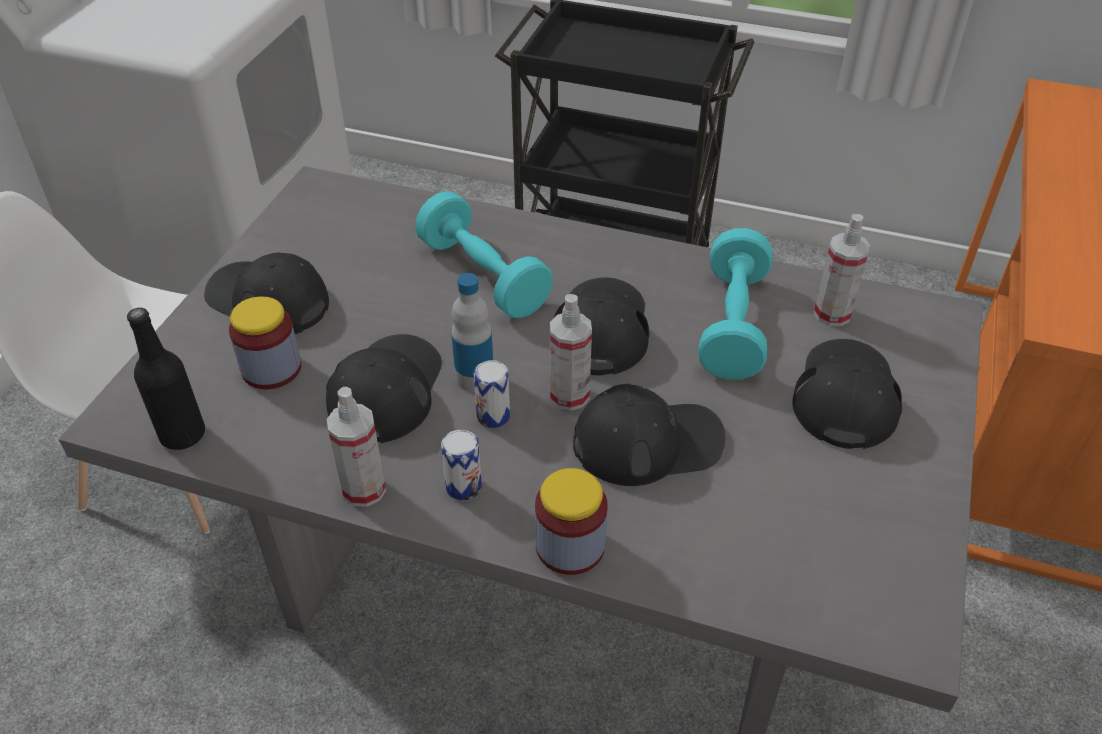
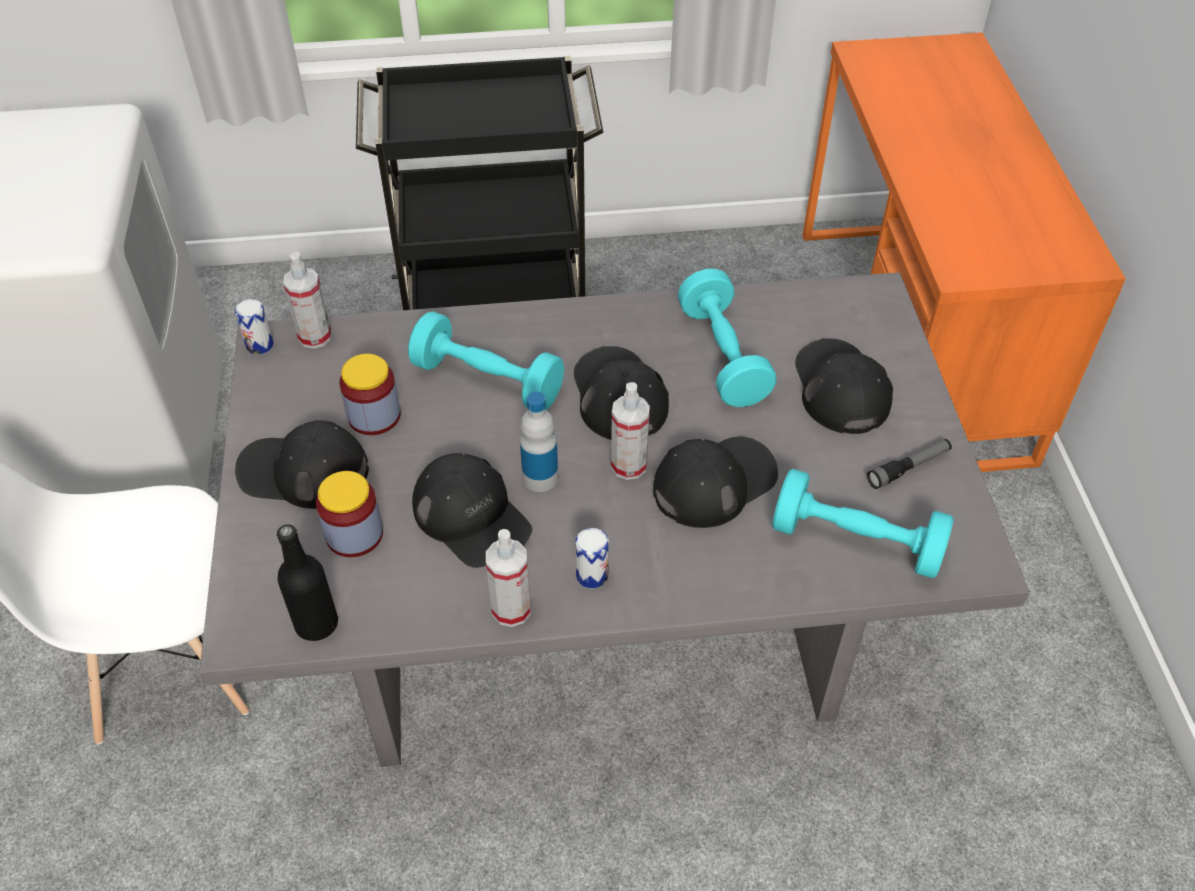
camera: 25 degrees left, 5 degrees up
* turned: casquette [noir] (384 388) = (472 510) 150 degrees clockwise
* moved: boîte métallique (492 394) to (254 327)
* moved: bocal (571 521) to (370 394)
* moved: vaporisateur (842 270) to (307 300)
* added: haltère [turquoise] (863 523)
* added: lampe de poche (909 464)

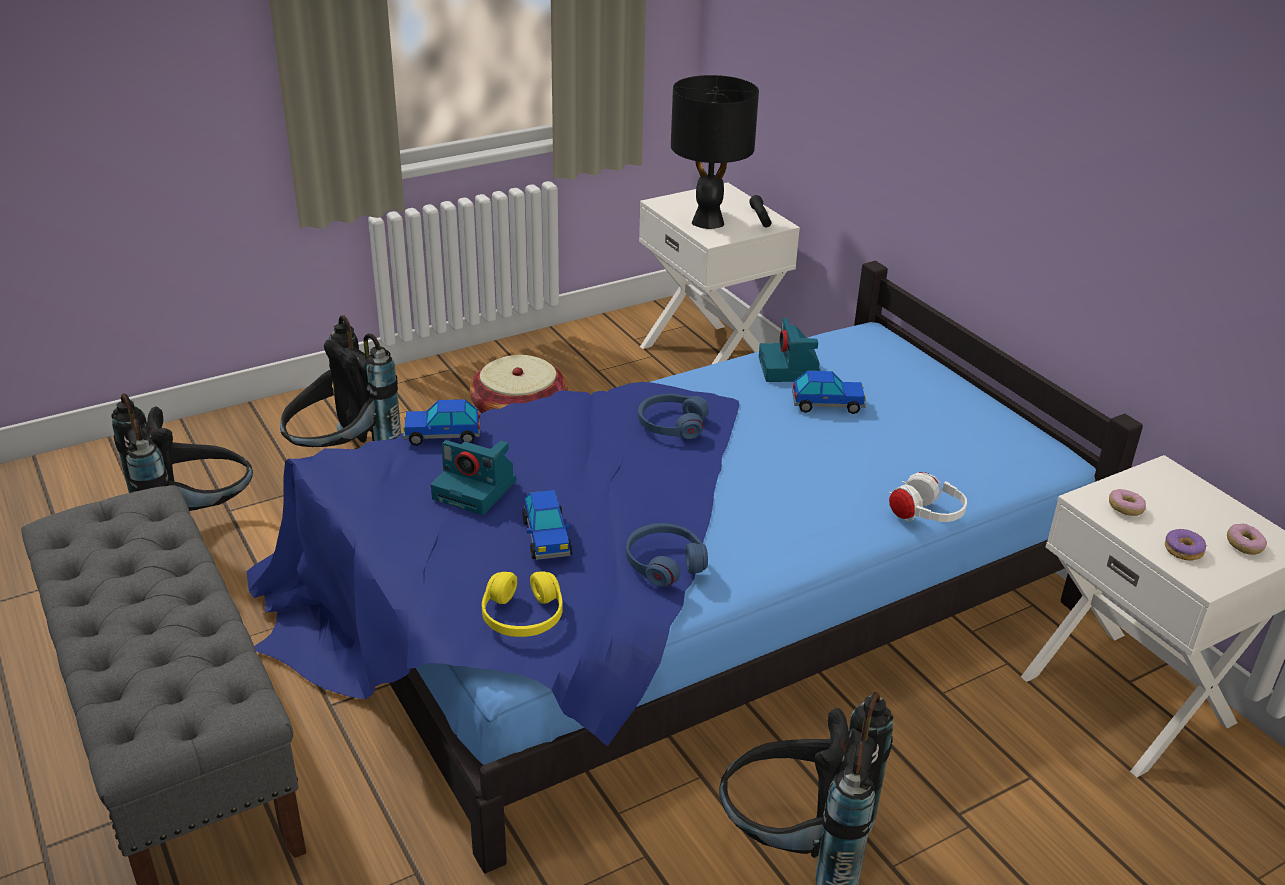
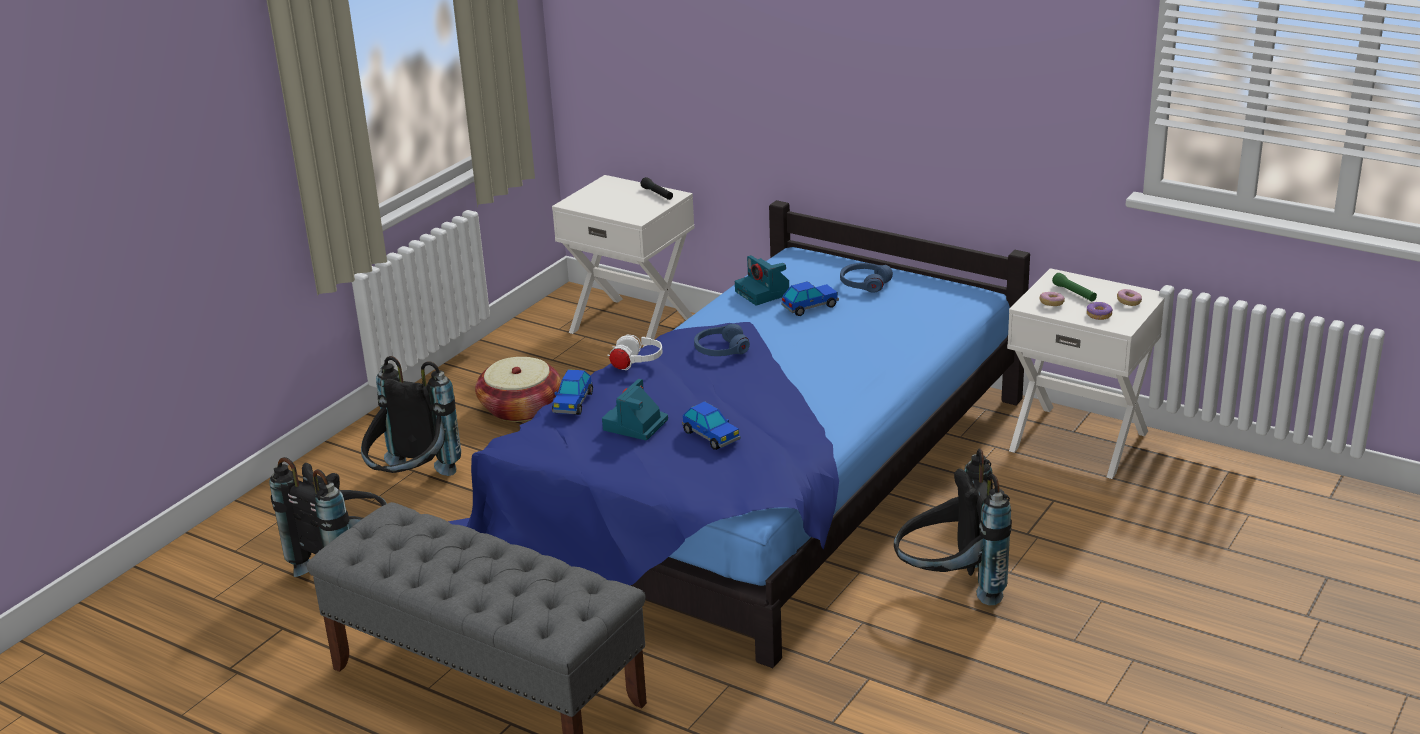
camera: 25 degrees left, 5 degrees down
* turned: petite voiture (441 422) = (572 392) 45 degrees counterclockwise
* turned: appareil photo (473 477) = (635 409) 120 degrees clockwise
* removed: casque audio [jaune] (522 604)
* moved: casque audio [bleu] (667 555) to (866 278)
* removed: lampe de table [noir] (715 152)
* moved: casque audio [blanc] (928 497) to (634 352)
* added: lampe de poche [vert] (1074 287)

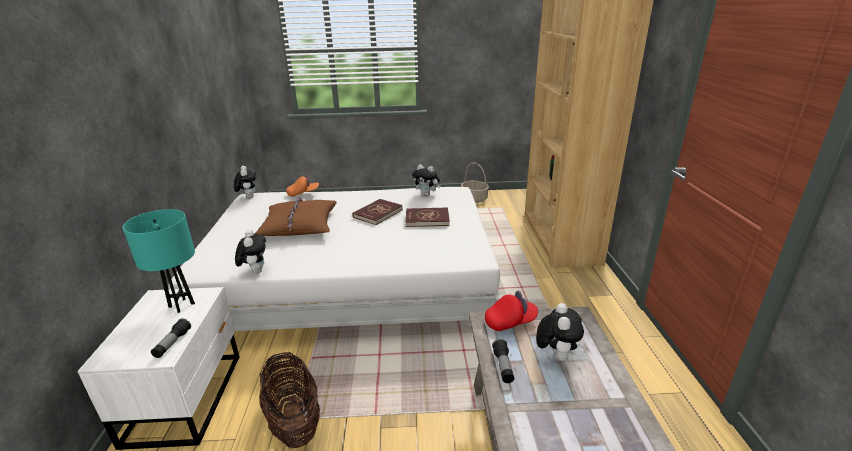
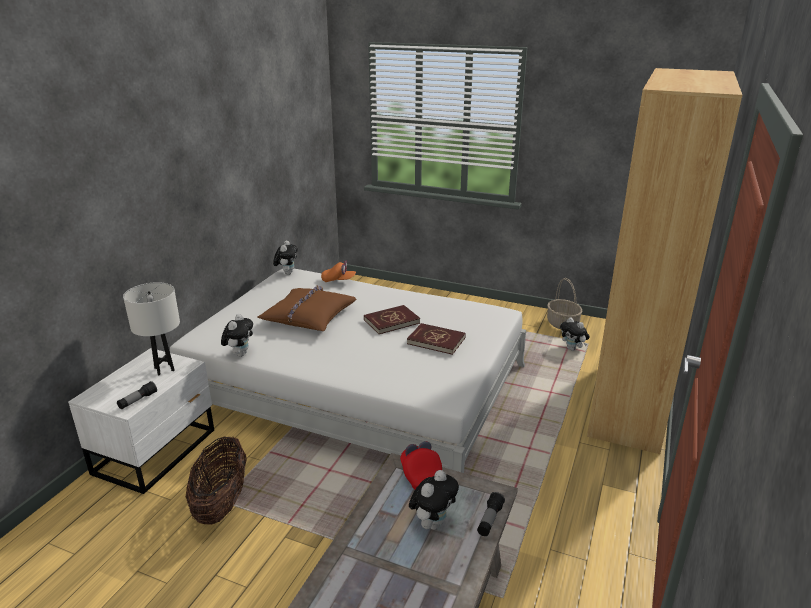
camera: 25 degrees right, 0 degrees up
* recoloured: lampe de table [turquoise] (158 261) to lampe de table [blanc] (151 328)
* moved: peluche (426 180) to (575 334)
* turned: casquette [rouge] (511 311) = (421 465) 120 degrees counterclockwise
* moved: lampe de poche (503 361) to (491 514)

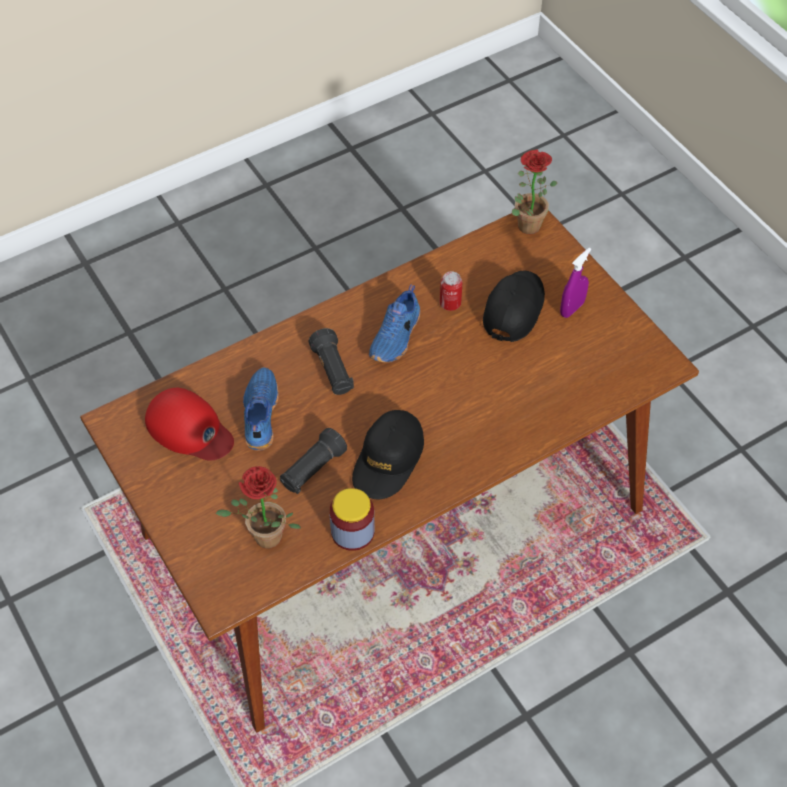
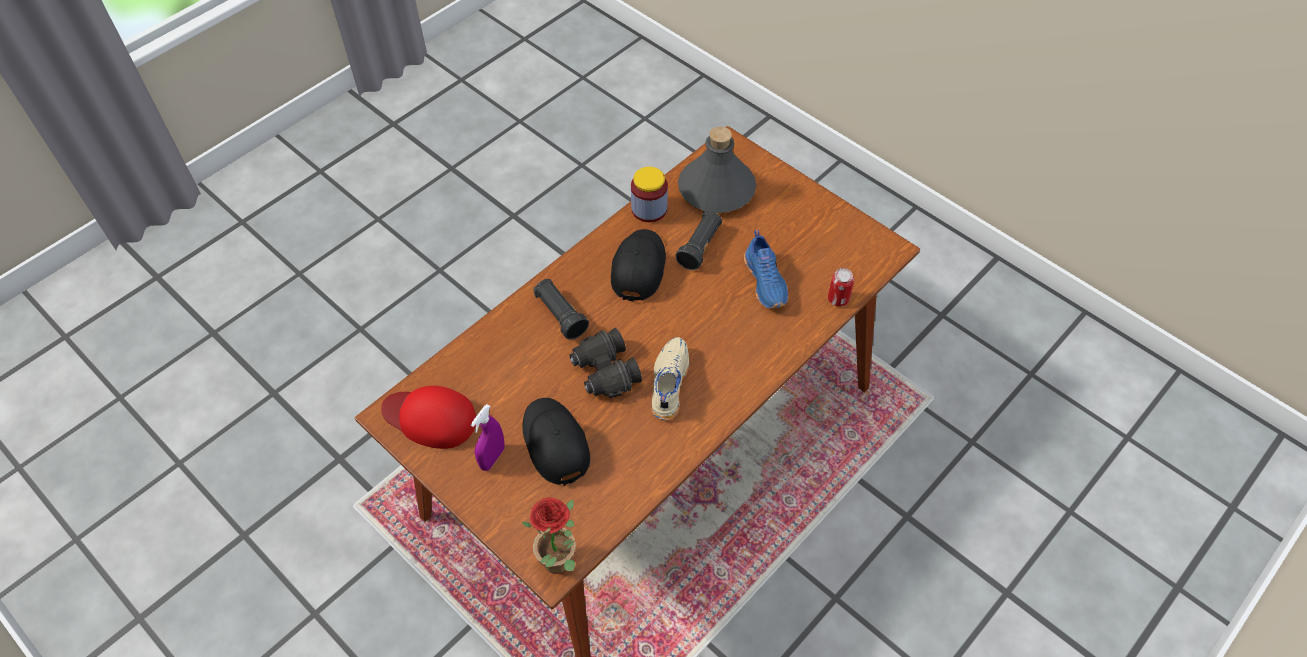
camera: 165 degrees right, 0 degrees up
* moved: casquette [rouge] (189 424) to (428 417)
* replaced: plante en pot (258 507) to bouteille [gris] (717 169)
* moved: lampe de poche [noir] (331 361) to (561 309)
* recoloured: chaussure [bleu] (394 323) to chaussure [beige] (670 378)
* moved: boîte métallique (451 291) to (841 287)
* turned: casquette [noir] (514 306) = (556 442) 150 degrees clockwise
* added: jumelles [noir] (605 363)

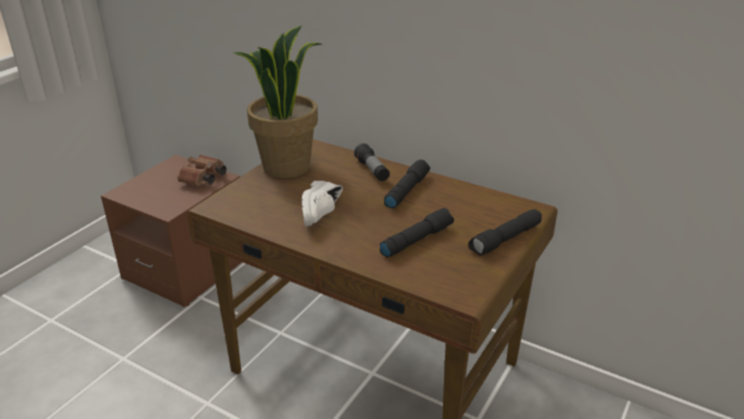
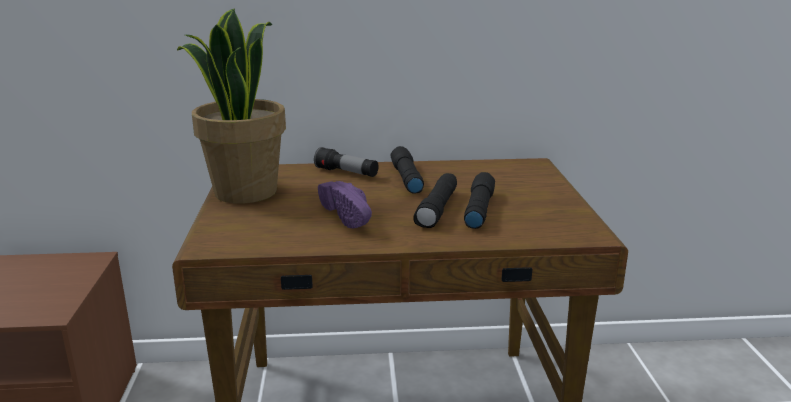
camera: 35 degrees left, 10 degrees down
* removed: jumelles [marron] (202 170)
* recoloured: chaussure [blanc] (322 203) to chaussure [violet] (345 205)
* moved: lampe de poche [noir] (505 232) to (435 200)

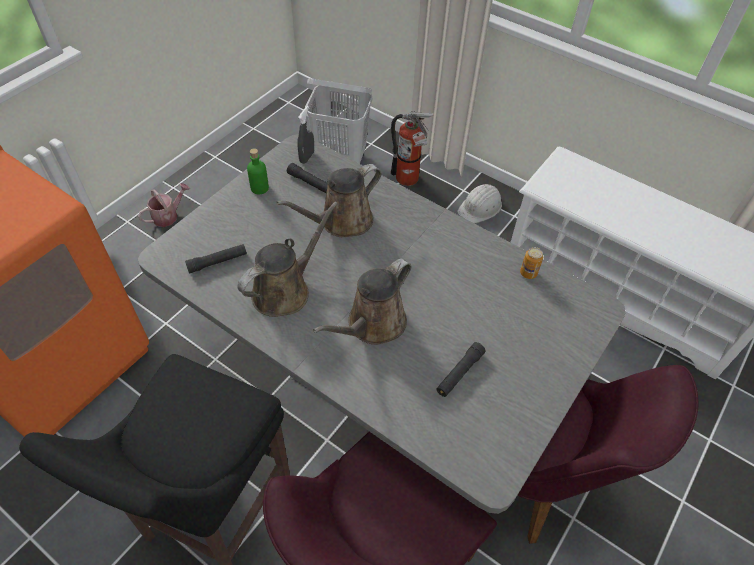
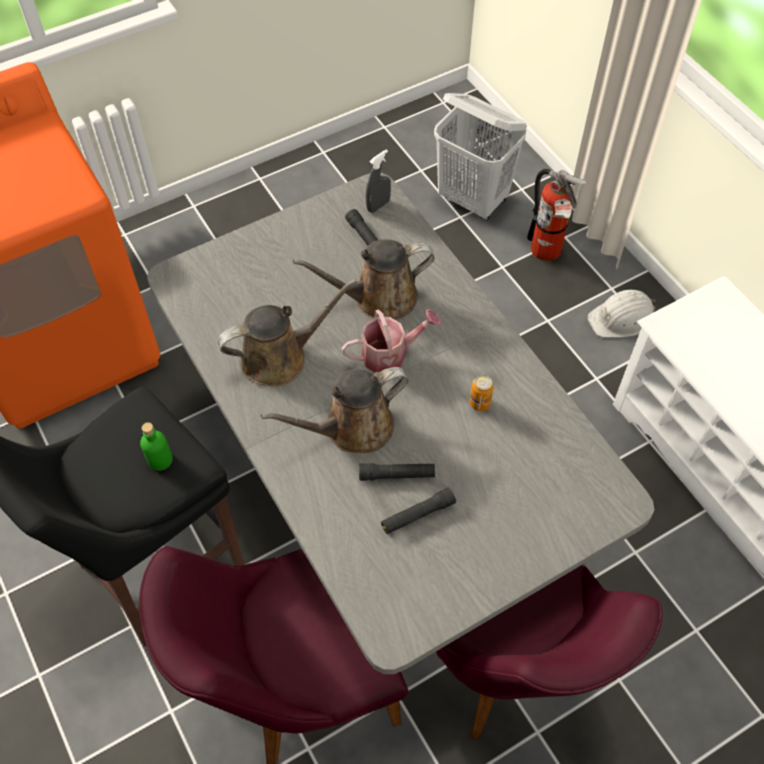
camera: 25 degrees right, 5 degrees up
* moved: arrosoir (164 205) to (391 341)
* moved: lampe de poche [noir] (216 259) to (397 472)
* moved: bouteille [vert] (258 171) to (156 446)
* moved: boîte métallique (531 263) to (482 393)

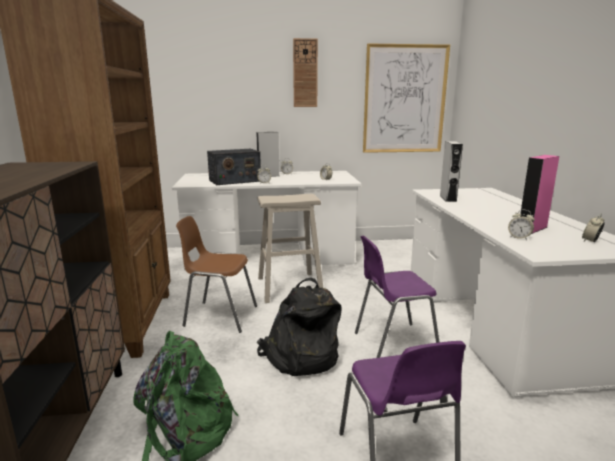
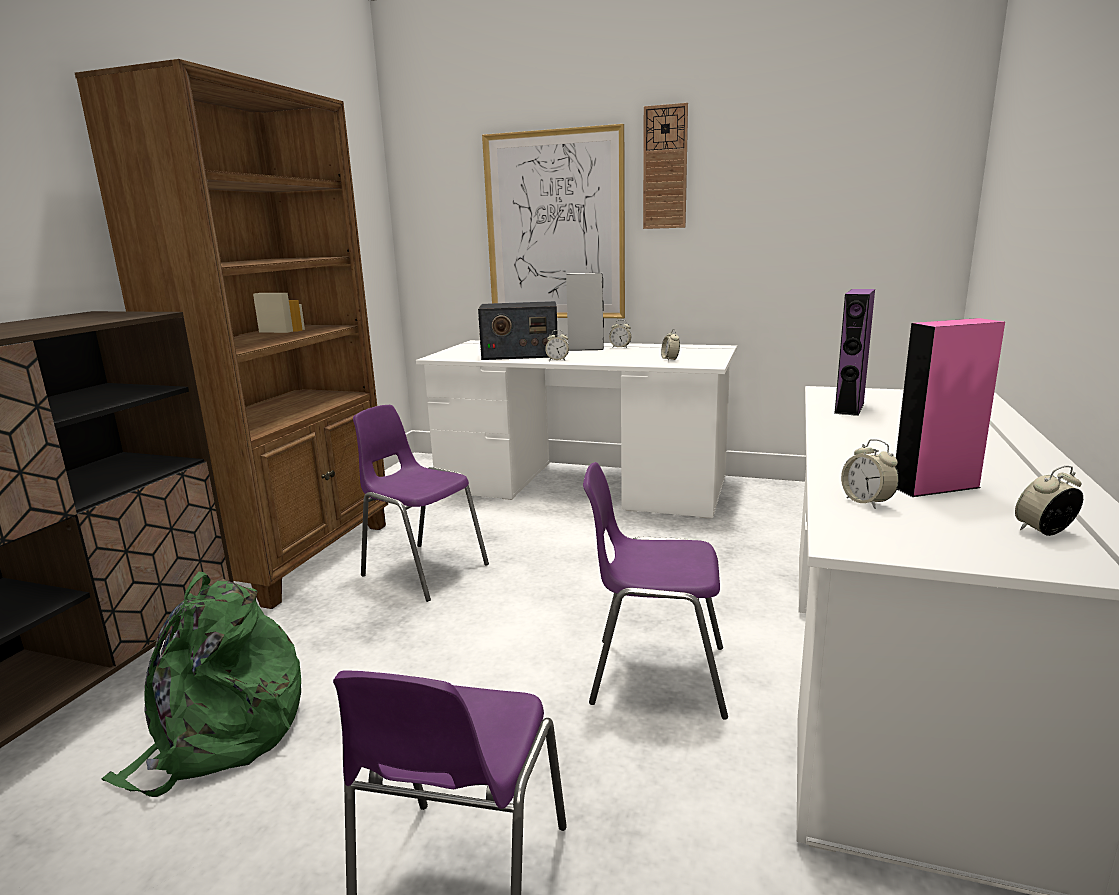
camera: 25 degrees right, 0 degrees up
* recoloured: chaise [marron] (216 274) to chaise [violet] (421 503)
* removed: tabouret [beige] (290 248)
* removed: sac à dos [noir] (299 326)
* moved: tableau (406 98) to (553 221)
* recoloured: enceinte [gris] (451 171) to enceinte [violet] (854 352)

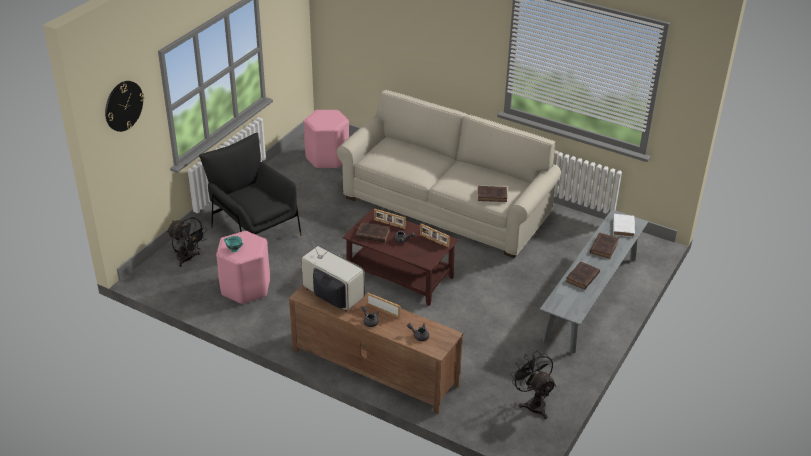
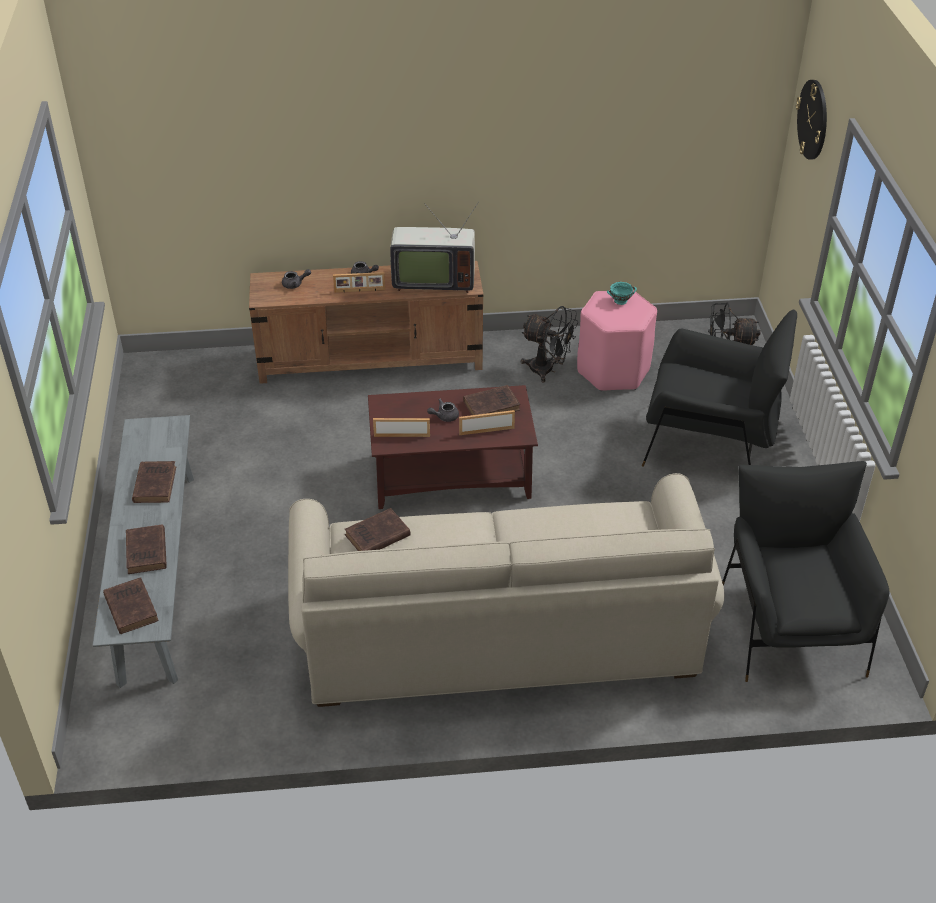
camera: 145 degrees right, 5 degrees up
* replaced: tabouret [rose] (326 139) to fauteuil [noir] (805 571)
* moved: ventilateur [noir] (533 384) to (549 344)
* recoloured: livre [blanc] (624 225) to livre [marron] (131 605)

